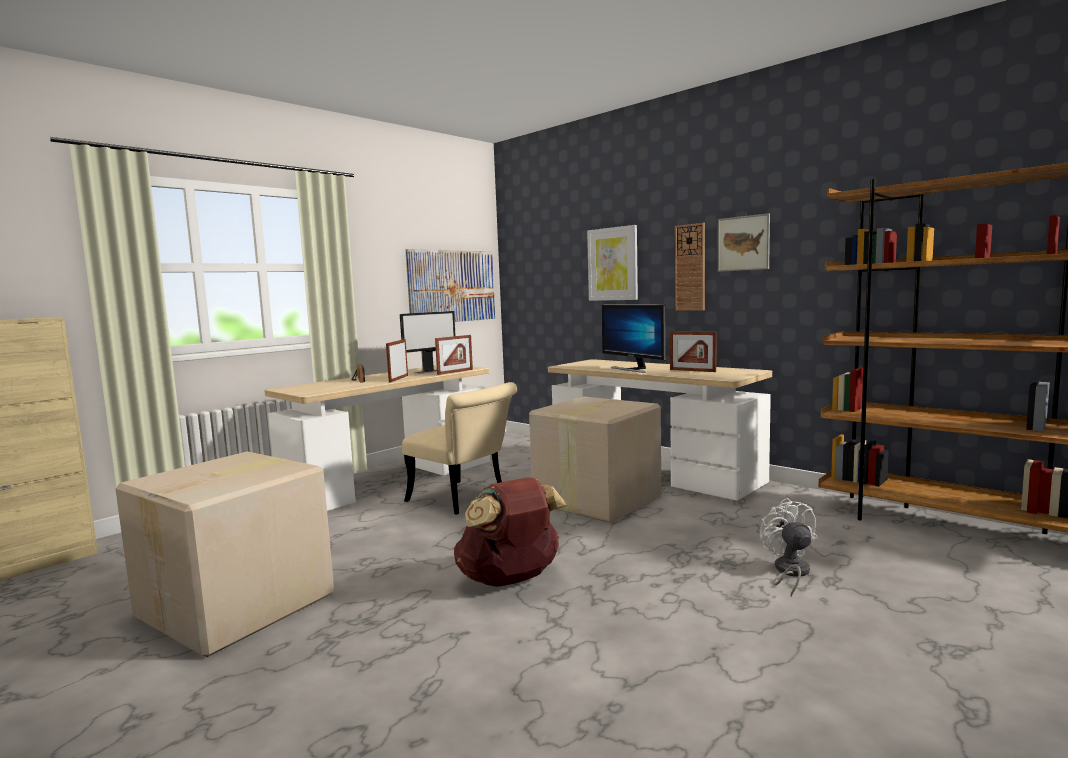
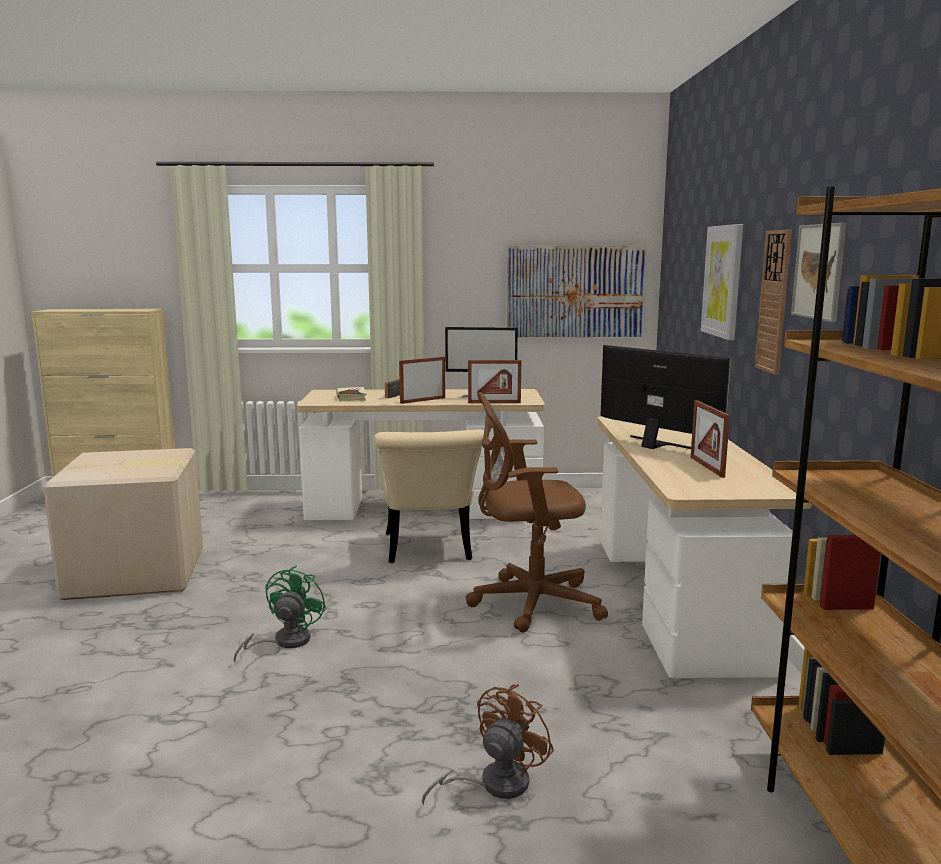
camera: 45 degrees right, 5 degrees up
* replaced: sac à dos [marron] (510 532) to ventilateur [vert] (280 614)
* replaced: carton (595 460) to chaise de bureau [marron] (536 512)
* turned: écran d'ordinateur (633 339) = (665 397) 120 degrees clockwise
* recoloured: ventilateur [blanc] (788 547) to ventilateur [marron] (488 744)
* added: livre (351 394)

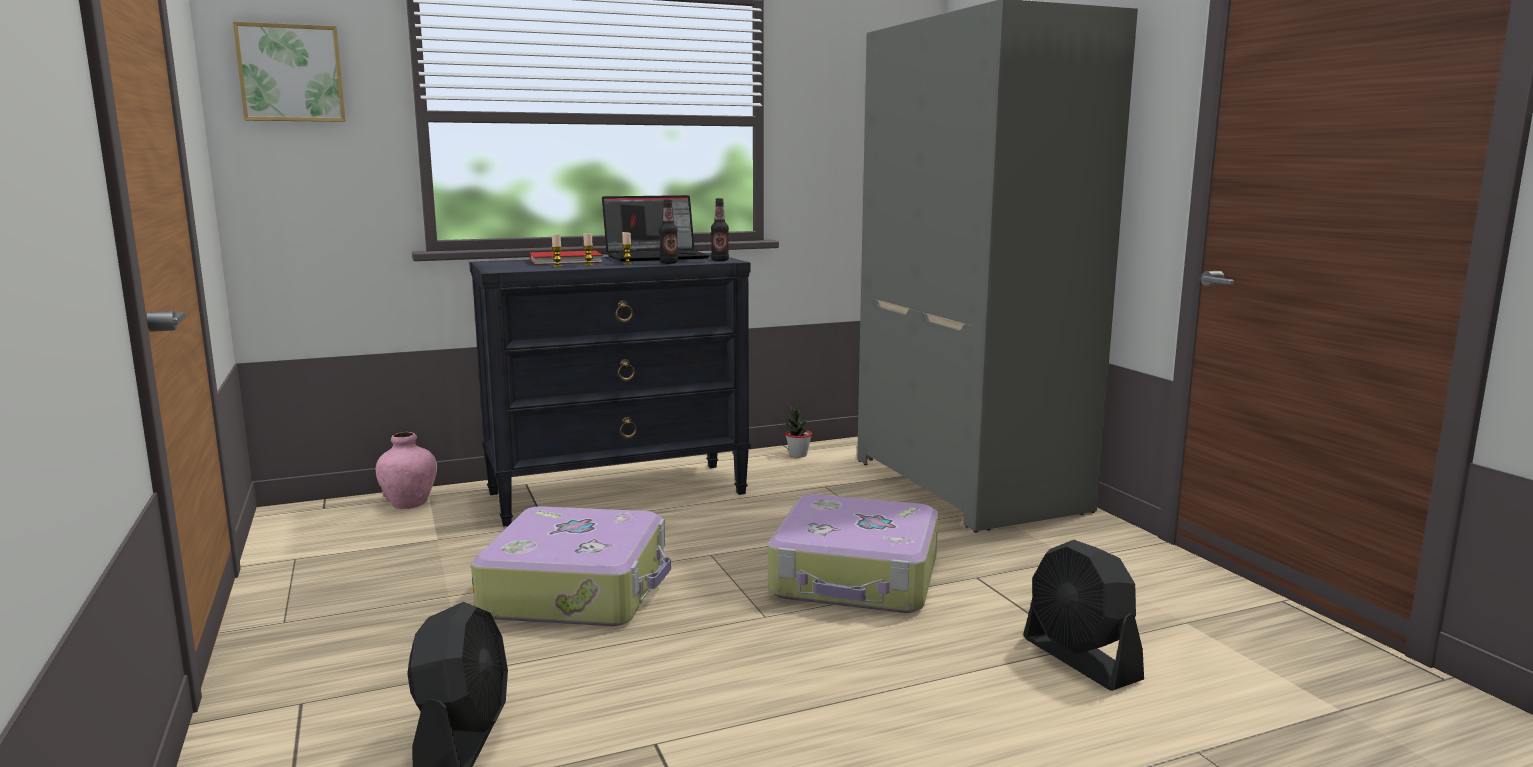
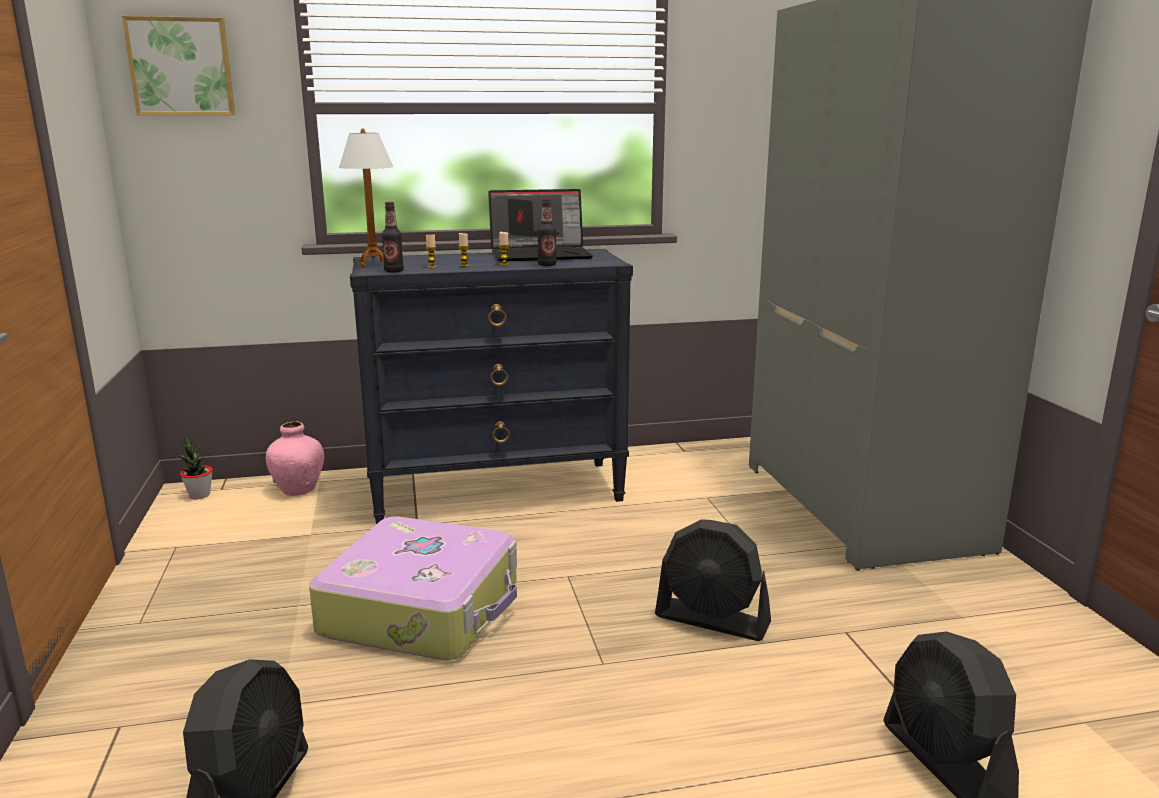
camera: 10 degrees right, 5 degrees up
* removed: livre [rouge] (566 258)
* moved: bouteille (720 229) to (393 237)
* replaced: valise (853 553) to ventilateur [noir] (713 580)
* moved: plante en pot (798 431) to (195 468)
* added: lampe de table (366 197)

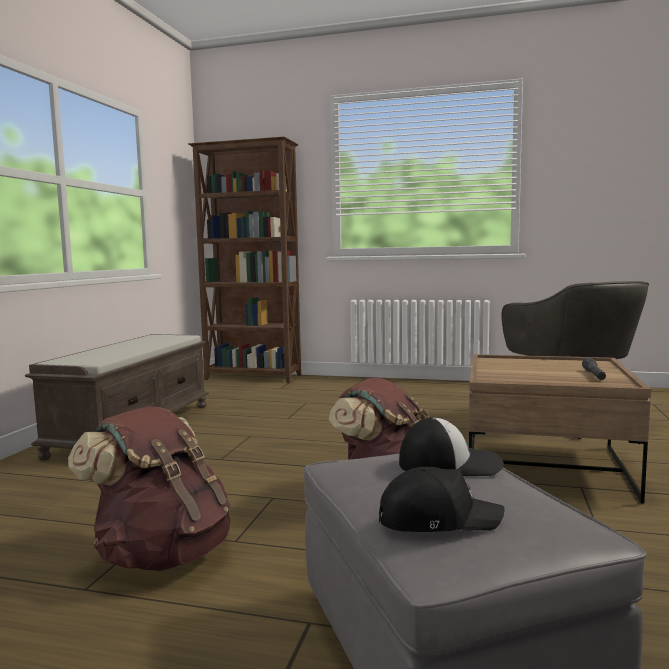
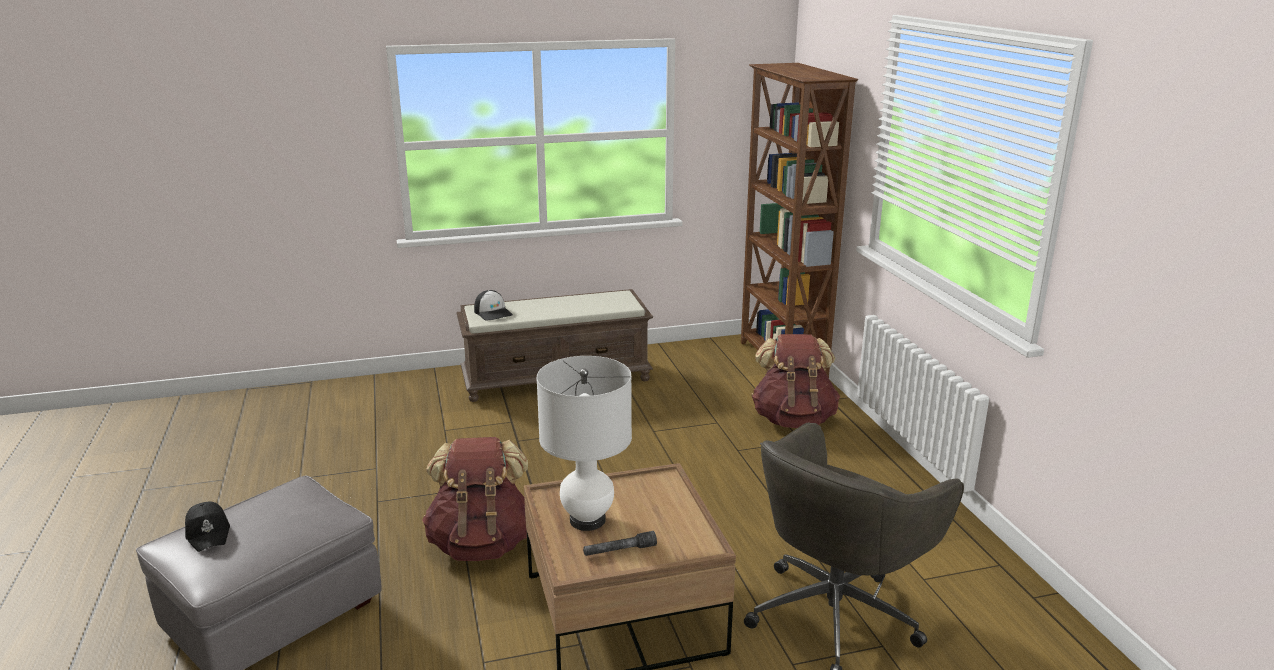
camera: 60 degrees right, 15 degrees up
* moved: sac à dos [marron] (149 488) to (795 381)
* moved: casquette (451 446) to (493 305)
* added: lampe de table [blanc] (584 443)

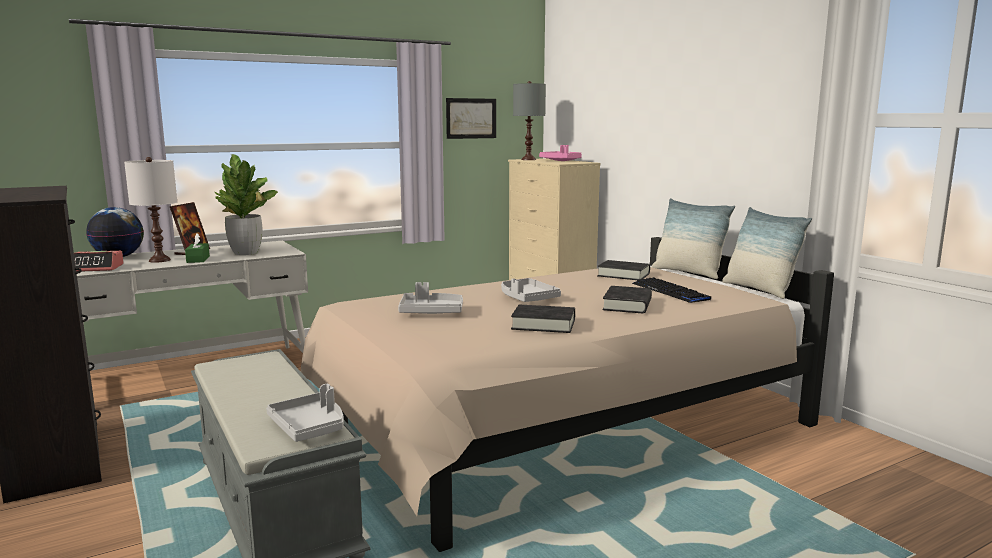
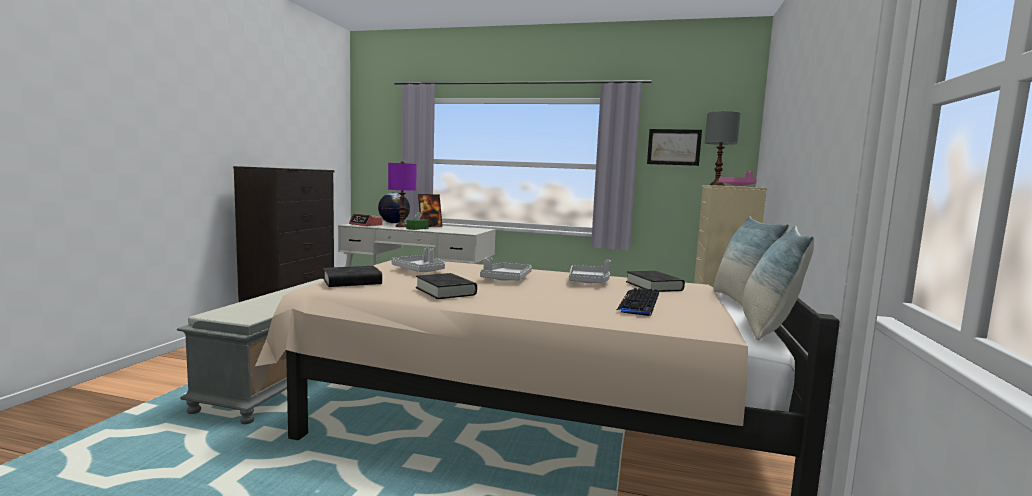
camera: 45 degrees right, 5 degrees down
* recoloured: lampe de table [blanc] (150 210) to lampe de table [violet] (402 194)
* removed: plante en pot (246 204)
* moved: plateau [gris] (305 413) to (590 272)
* moved: livre [noir] (627 299) to (352 276)

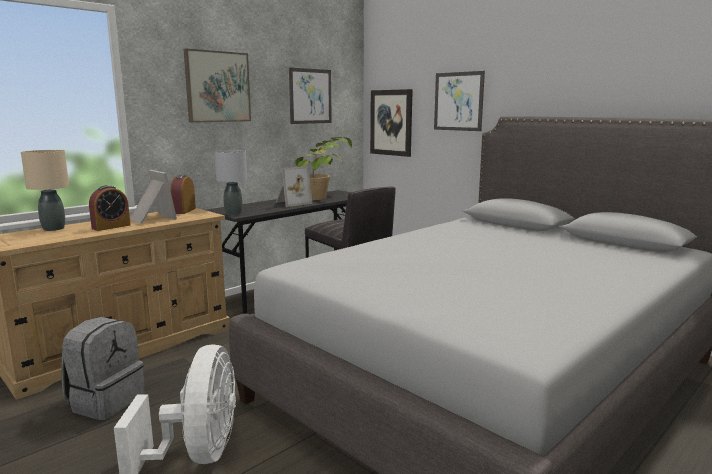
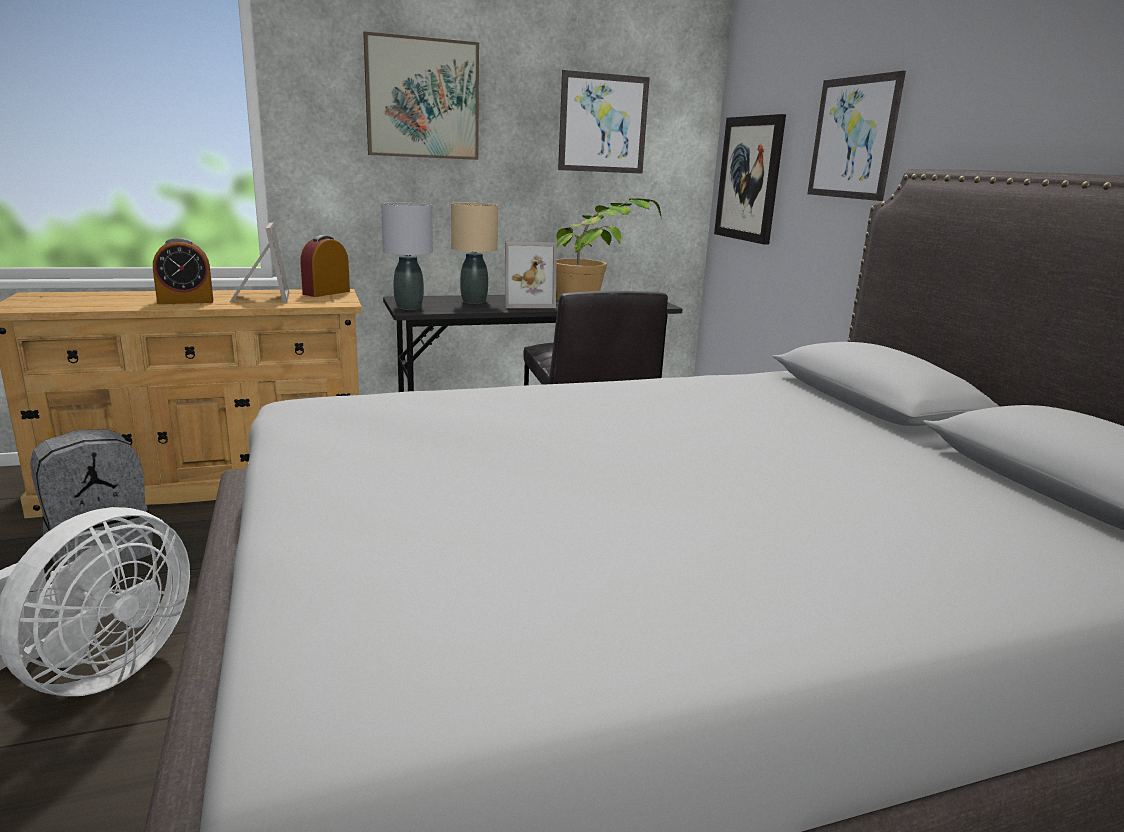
camera: 25 degrees right, 5 degrees up
* moved: lampe de table [beige] (45 190) to (474 253)

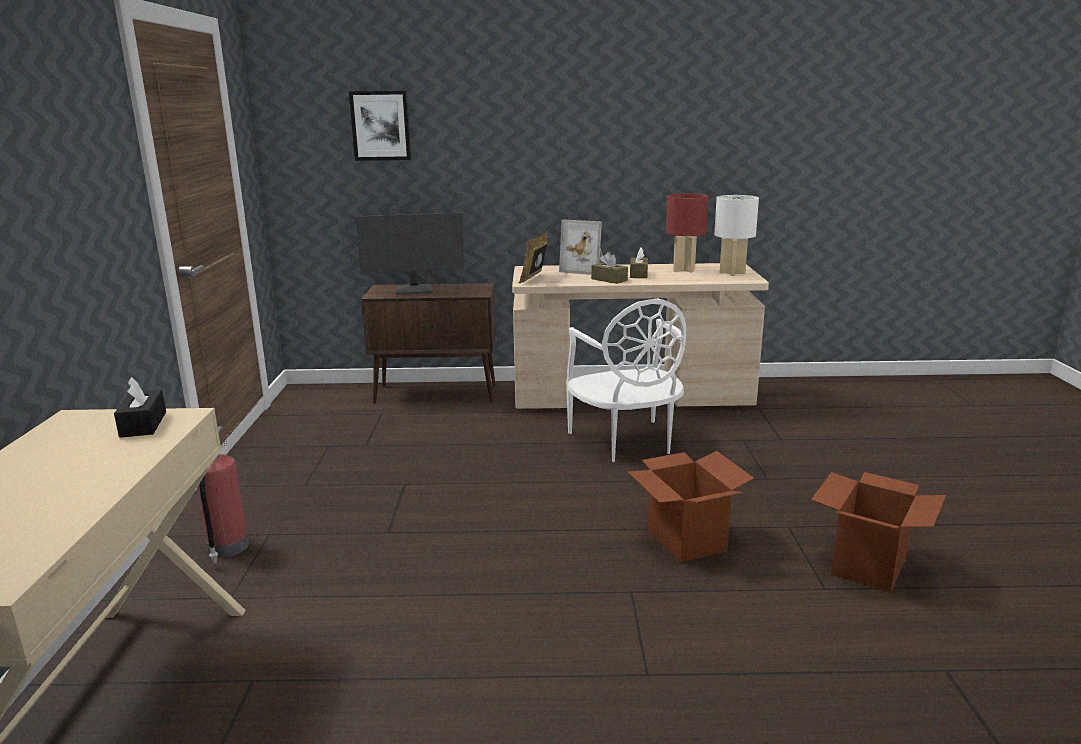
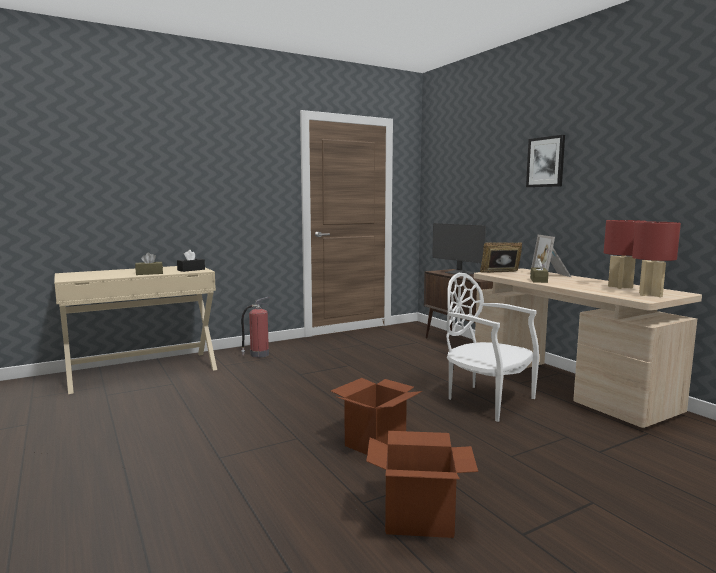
camera: 60 degrees right, 10 degrees down
* moved: tableau (380 126) to (545 161)
* turned: chaise [blanc] (626 380) = (493 347) 90 degrees clockwise
* moved: boîte à mouchoirs [marron] (639 263) to (149 264)
* recoloured: lampe de table [blanc] (736 235) to lampe de table [rouge] (656 259)

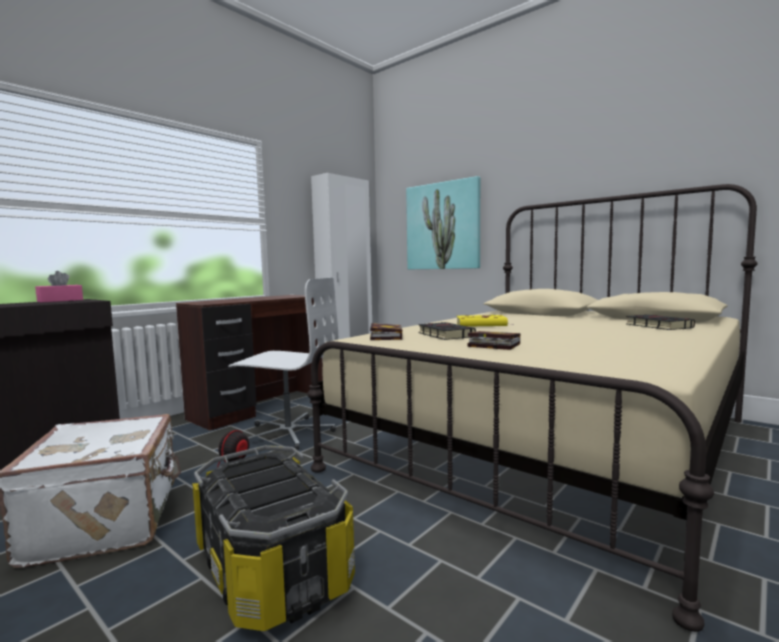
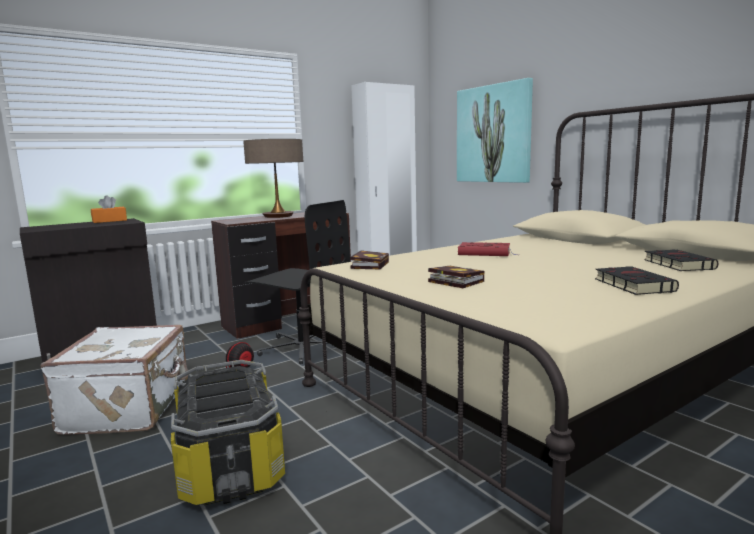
camera: 15 degrees right, 5 degrees up
* recoloured: boîte à mouchoirs [rose] (59 286) to boîte à mouchoirs [orange] (109 209)
* recoloured: chaise de bureau [blanc] (283 364) to chaise de bureau [noir] (297 282)
* moved: livre [noir] (447 331) to (637 280)
* recoloured: livre [jaune] (484 321) to livre [rouge] (488 249)
* added: lampe de table (273 178)

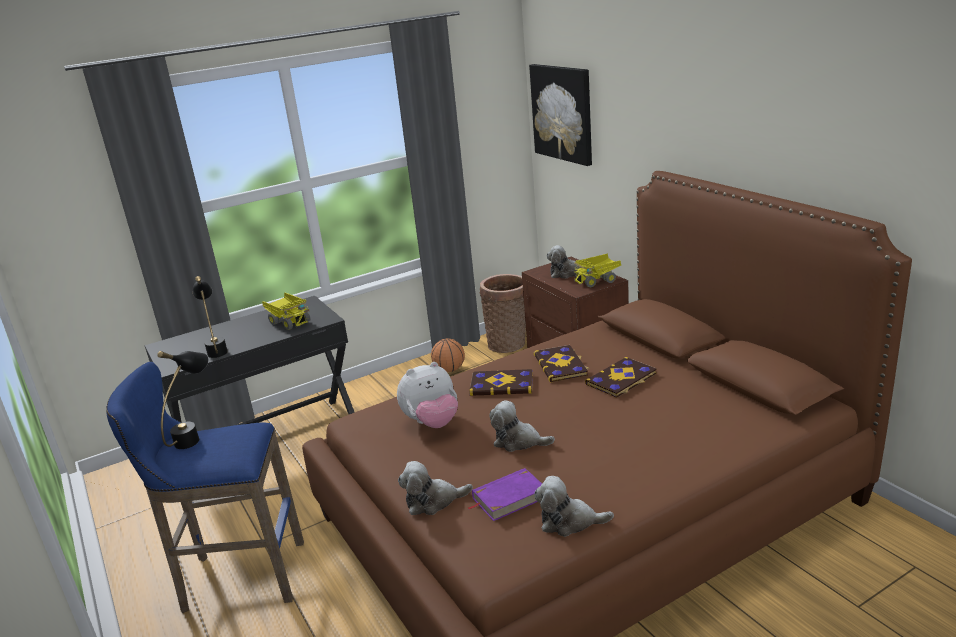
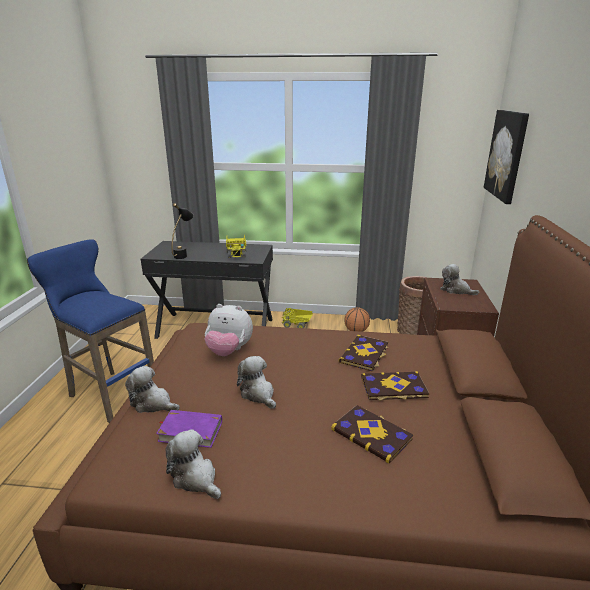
camera: 35 degrees right, 0 degrees up
* removed: lampe de table [noir] (182 400)
* moved: livre (501 382) to (372 434)
* moved: camion jouet (597 270) to (297 318)

